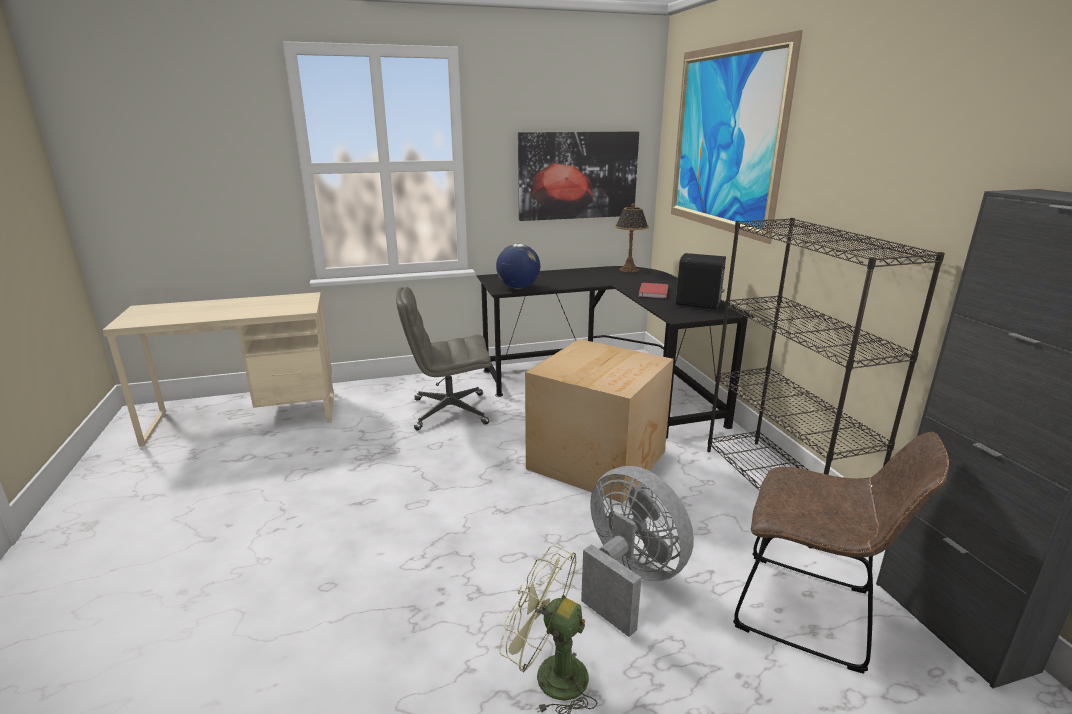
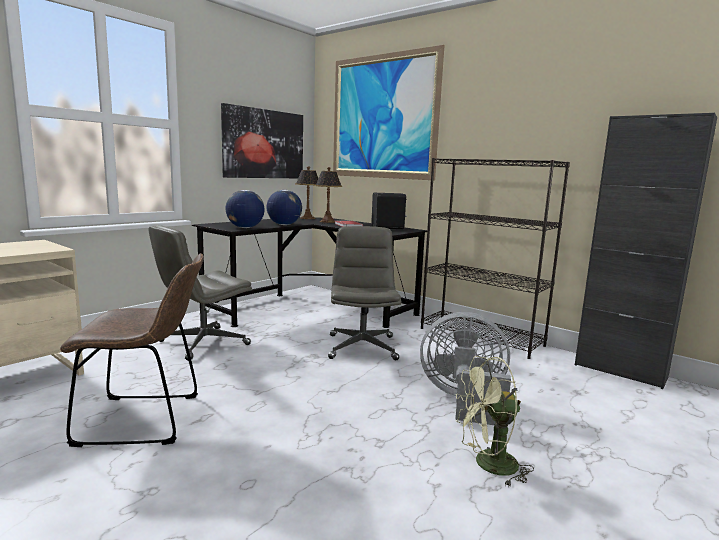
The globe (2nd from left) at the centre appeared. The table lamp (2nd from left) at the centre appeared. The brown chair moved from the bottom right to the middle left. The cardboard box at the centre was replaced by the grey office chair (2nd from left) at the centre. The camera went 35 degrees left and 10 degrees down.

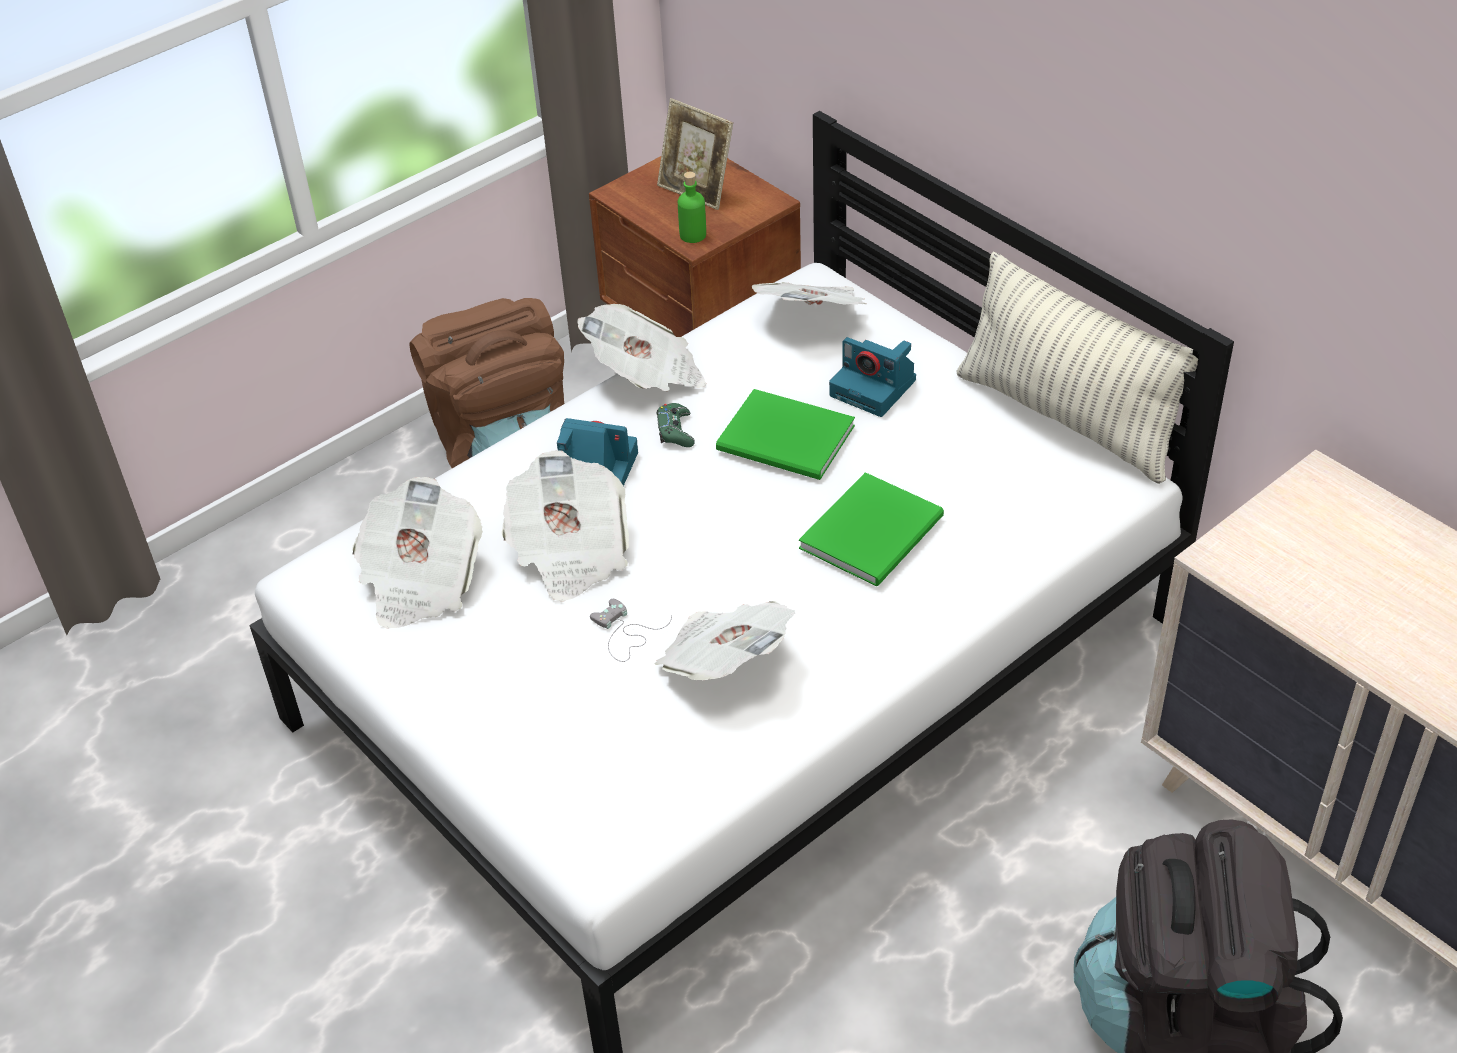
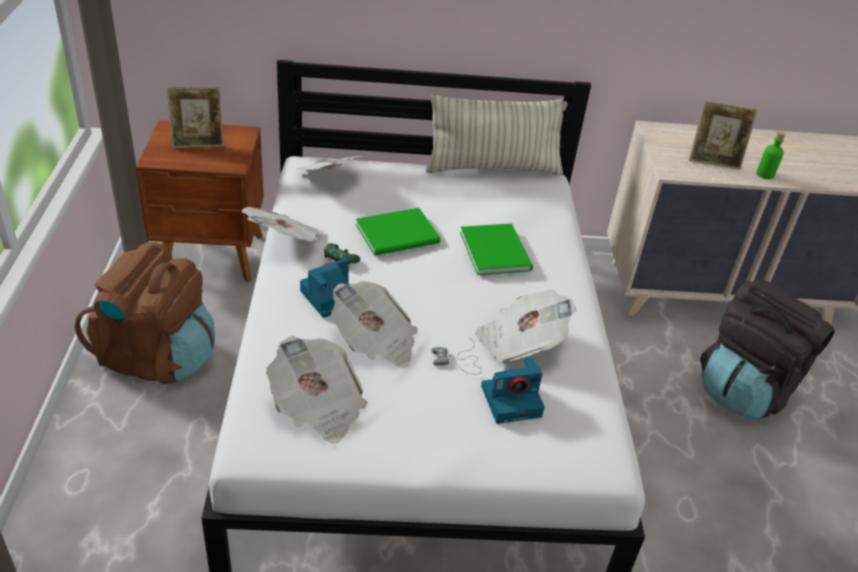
The picture frame (2nd from left) at the top right appeared. The green bottle moved from the top centre to the top right. The photo camera (2nd from left) moved from the centre to the bottom centre. The camera went 55 degrees left and 5 degrees down.

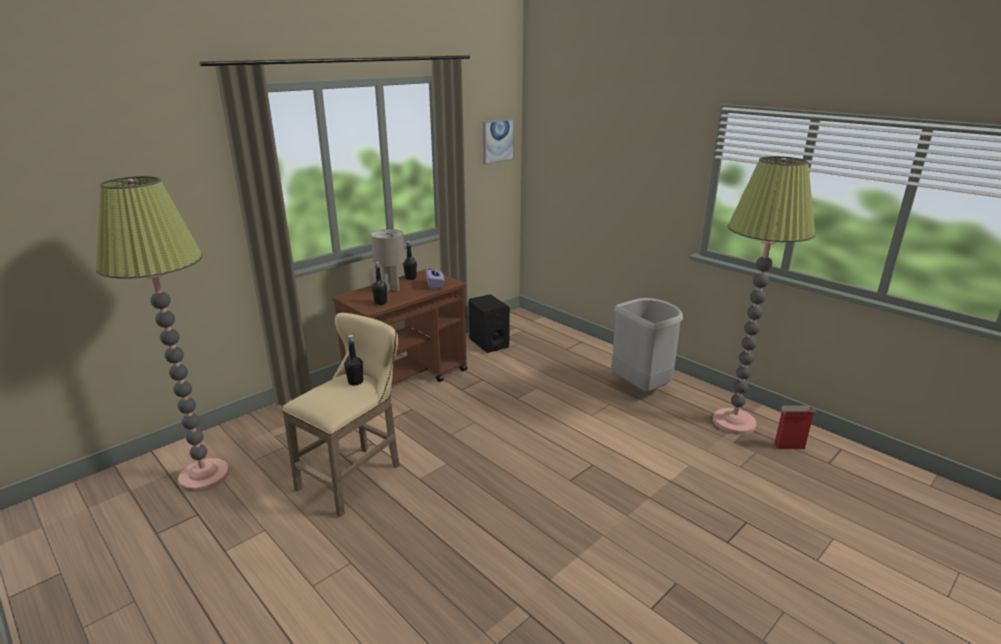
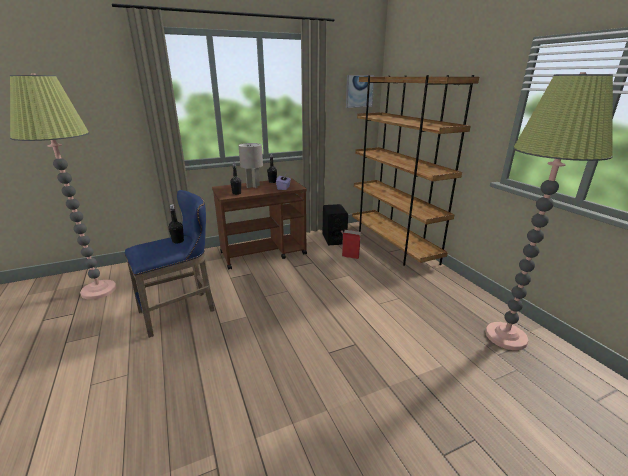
The grey trash can at the centre disappeared. The brown bookcase at the centre appeared. The cardboard box moved from the middle right to the centre. The beige stool at the centre became the blue stool at the middle left. The camera went 20 degrees right and 0 degrees up.

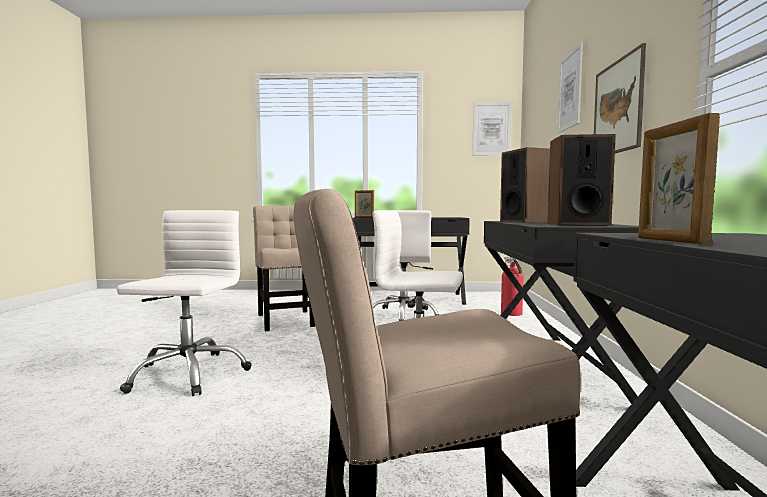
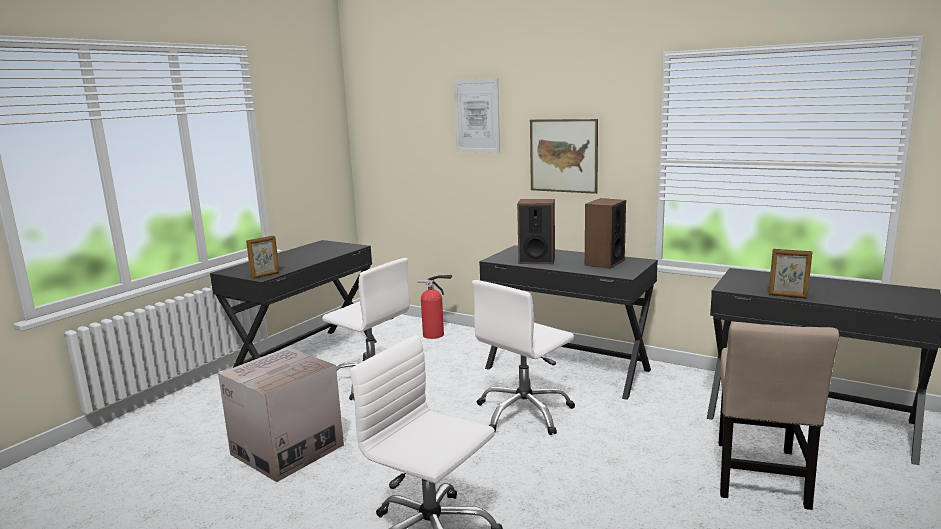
The picture (1st from left) at the top centre disappeared. The beige chair (1st from left) at the centre was replaced by the cardboard box at the bottom left. The camera went 60 degrees left and 10 degrees up.

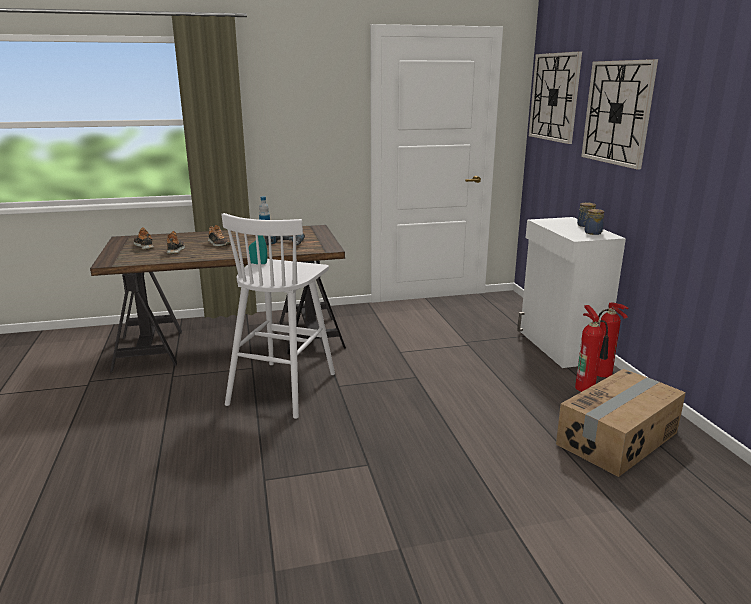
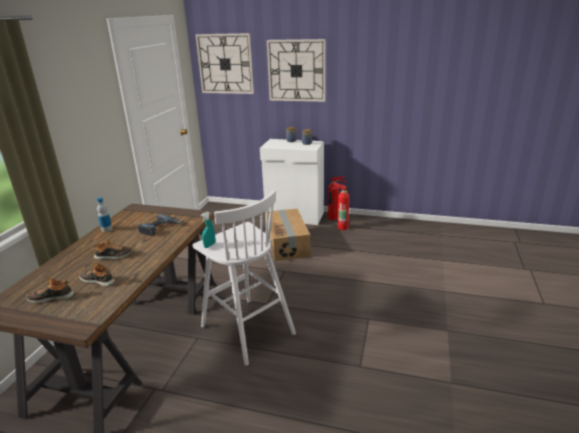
The cardboard box moved from the bottom right to the centre. The camera went 60 degrees left and 5 degrees up.

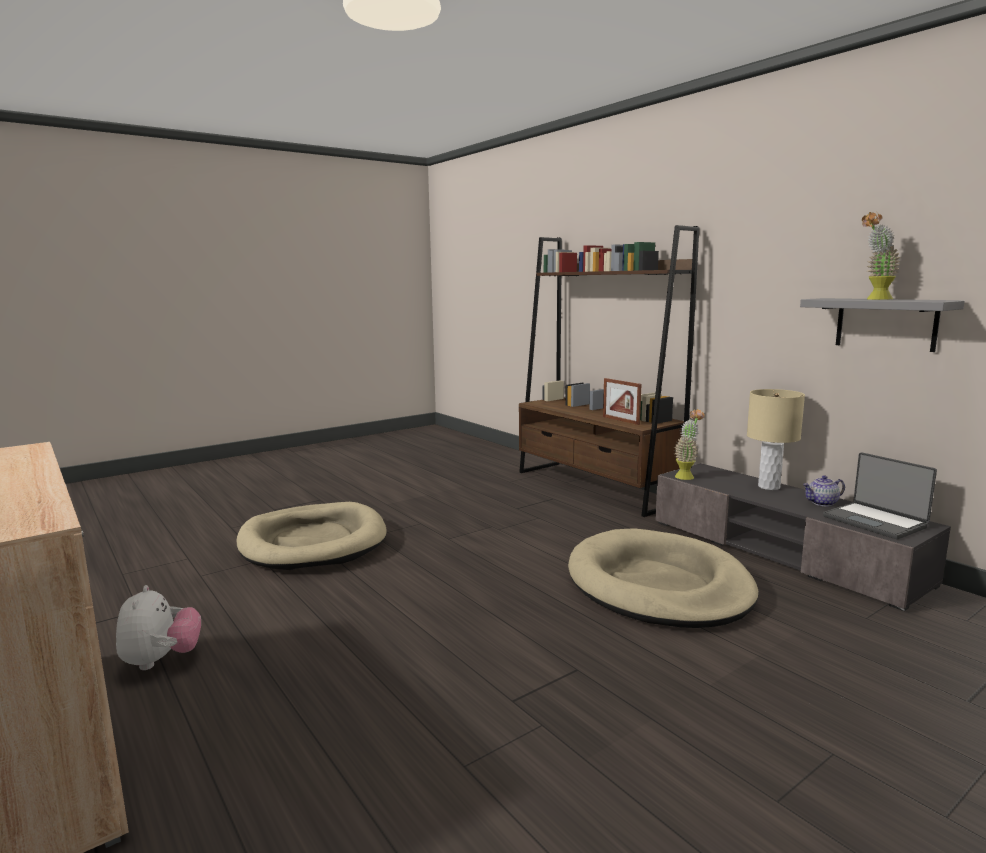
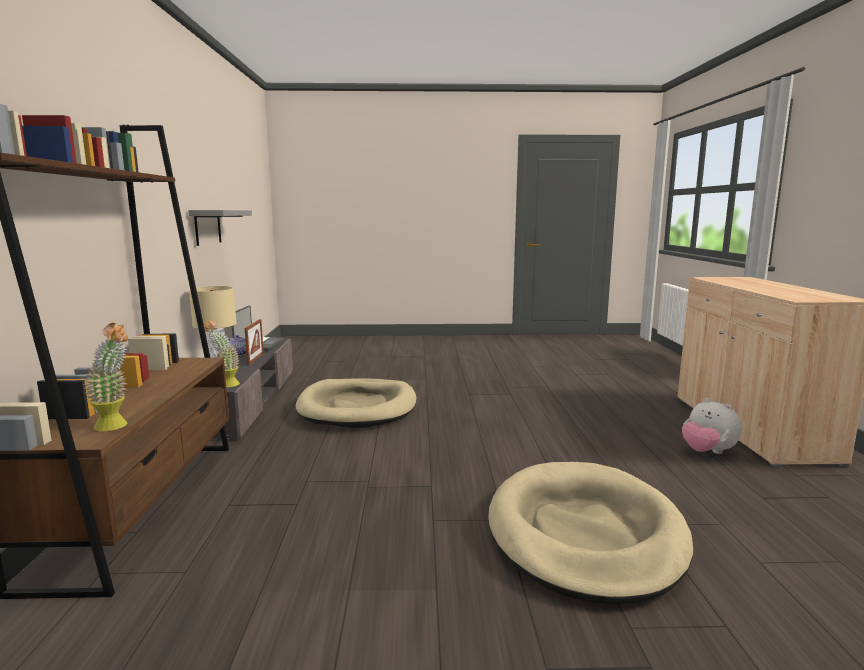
The picture frame moved from the centre to the middle left. The potted plant (2nd from left in the first image) moved from the top right to the middle left. The plush toy at the bottom left turned 60 degrees counterclockwise. The camera went 145 degrees left and 0 degrees up.

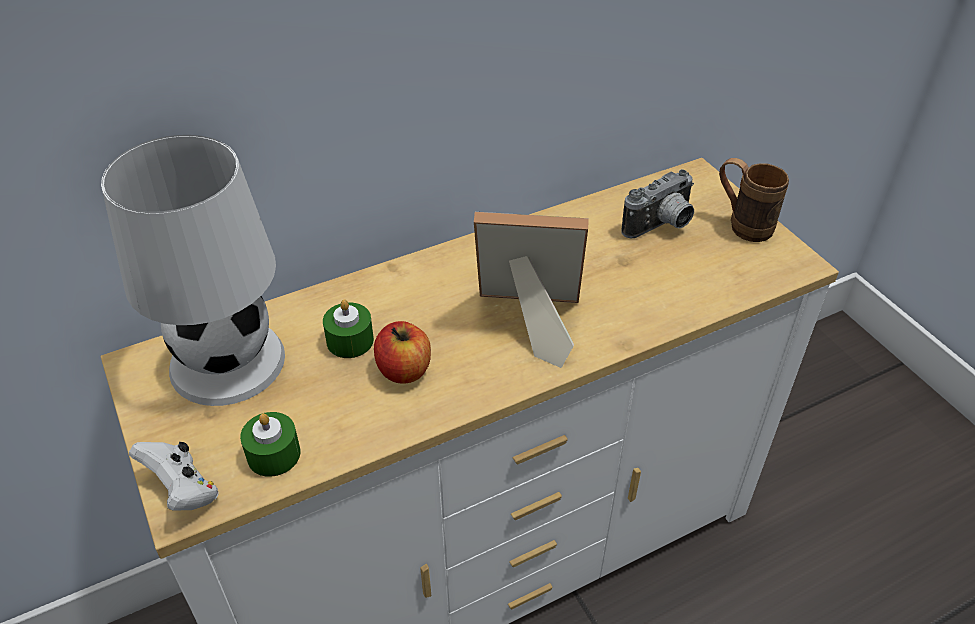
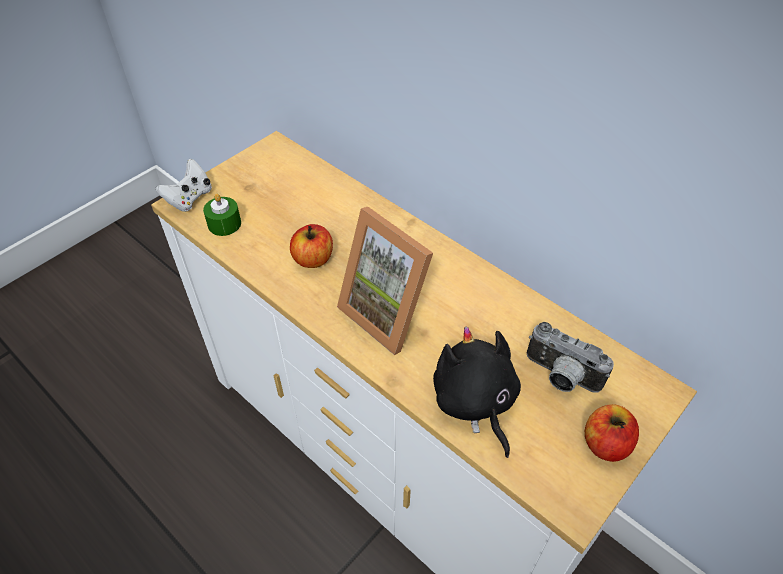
The white table lamp at the middle left disappeared. The green candle (2nd from left) at the centre disappeared. The black plush toy at the bottom centre appeared. The brown mug at the top right was replaced by the apple (2nd from left) at the bottom right. The picture frame at the centre turned 150 degrees clockwise. The camera went 70 degrees right and 5 degrees up.

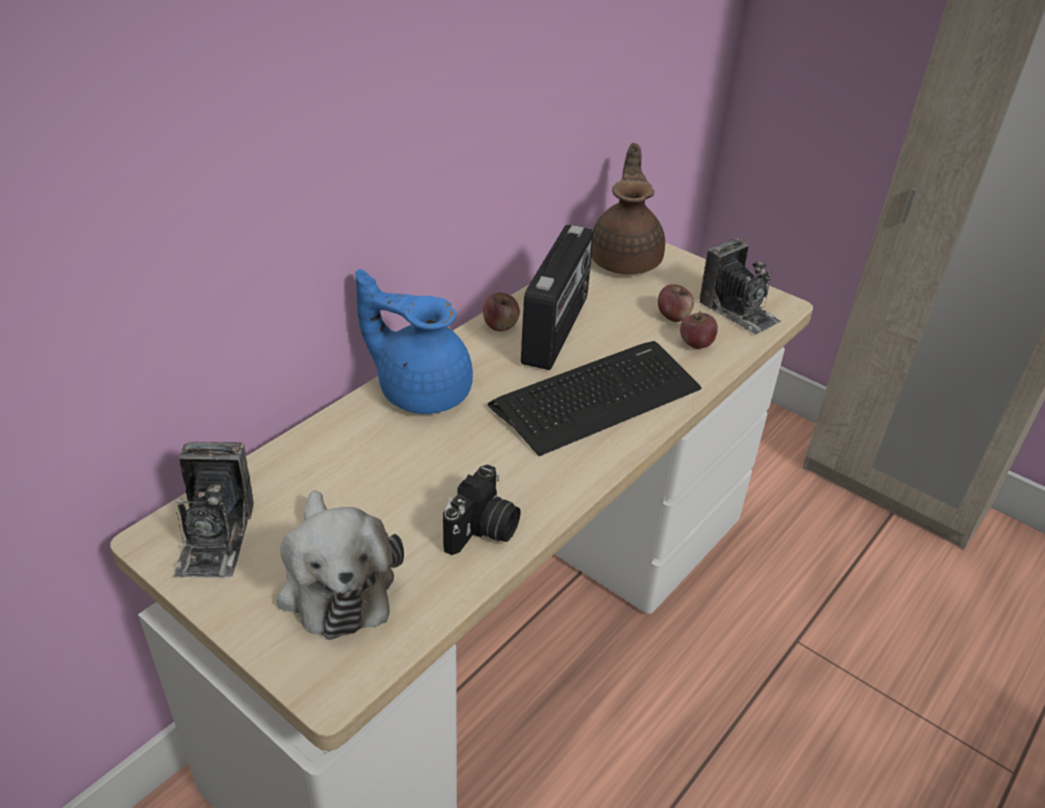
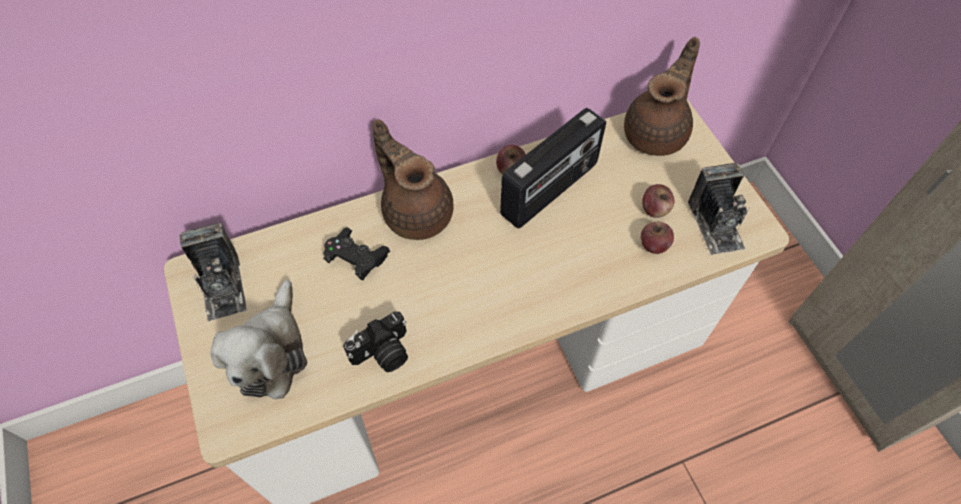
The keyboard at the centre disappeared. The black game controller at the centre appeared. The blue teapot at the centre became the brown teapot (1st from left) at the centre. The photo camera (1st from left) at the middle left turned 45 degrees counterclockwise. The camera went 30 degrees right and 20 degrees up.

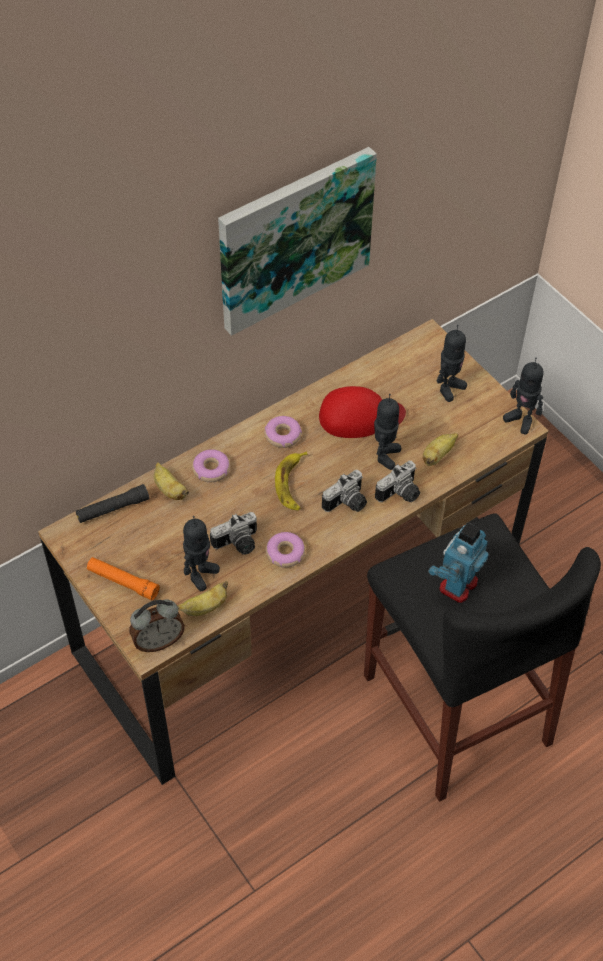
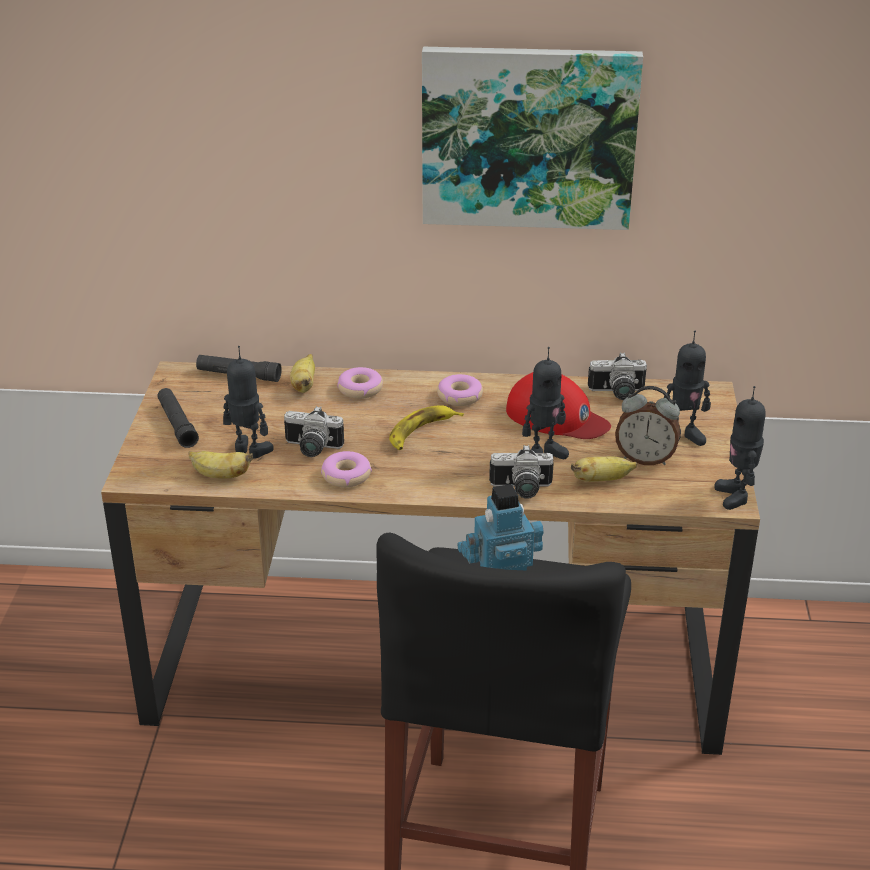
The alarm clock moved from the middle left to the middle right. The photo camera (2nd from left in the first image) moved from the centre to the middle right. The orange flashlight at the middle left became the black flashlight (1st from left) at the middle left. The toy robot (1st from left) at the centre turned 135 degrees counterclockwise. The camera went 40 degrees right and 20 degrees down.

